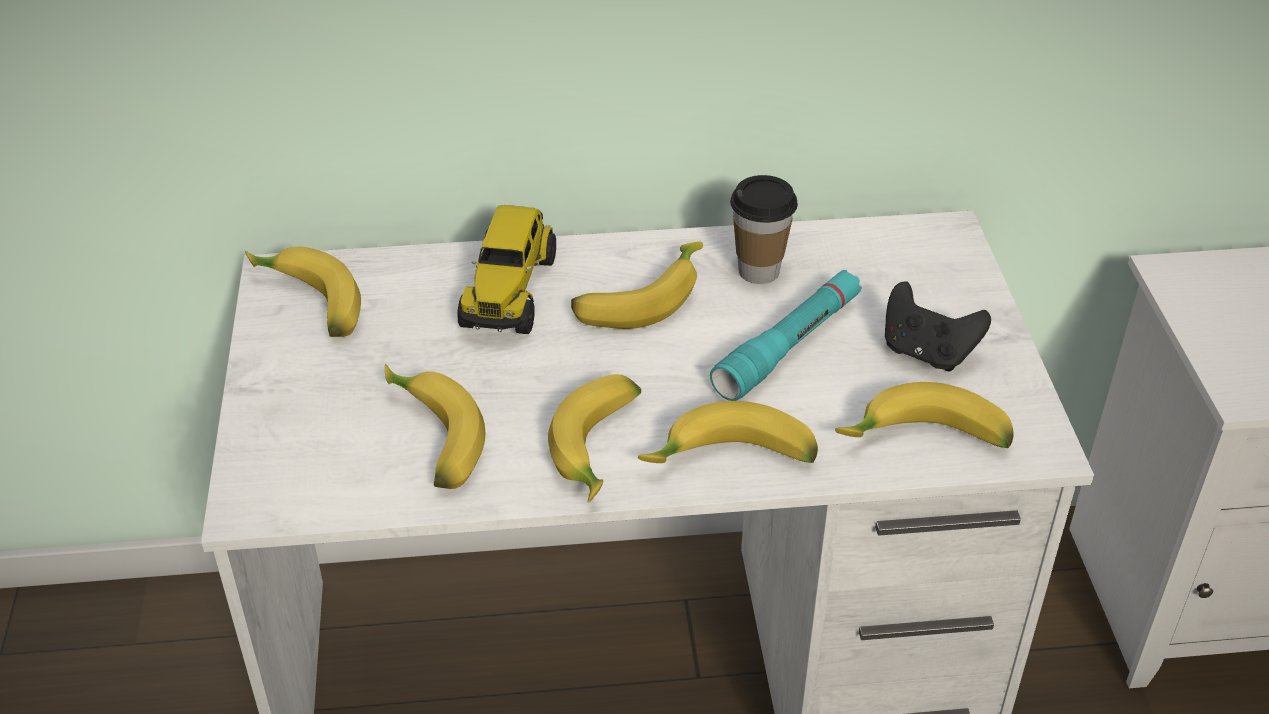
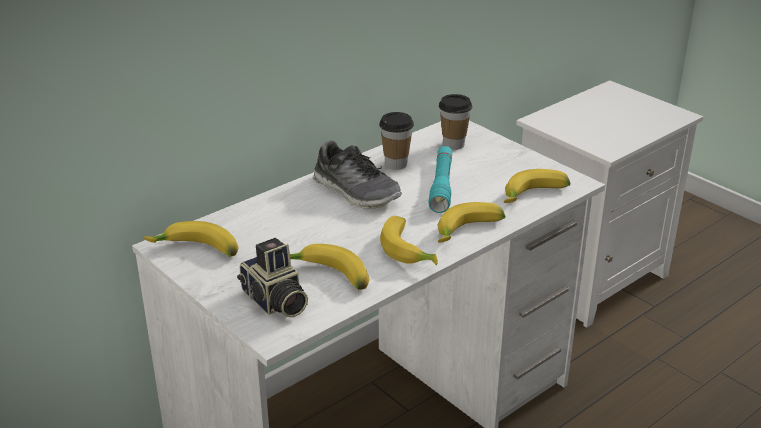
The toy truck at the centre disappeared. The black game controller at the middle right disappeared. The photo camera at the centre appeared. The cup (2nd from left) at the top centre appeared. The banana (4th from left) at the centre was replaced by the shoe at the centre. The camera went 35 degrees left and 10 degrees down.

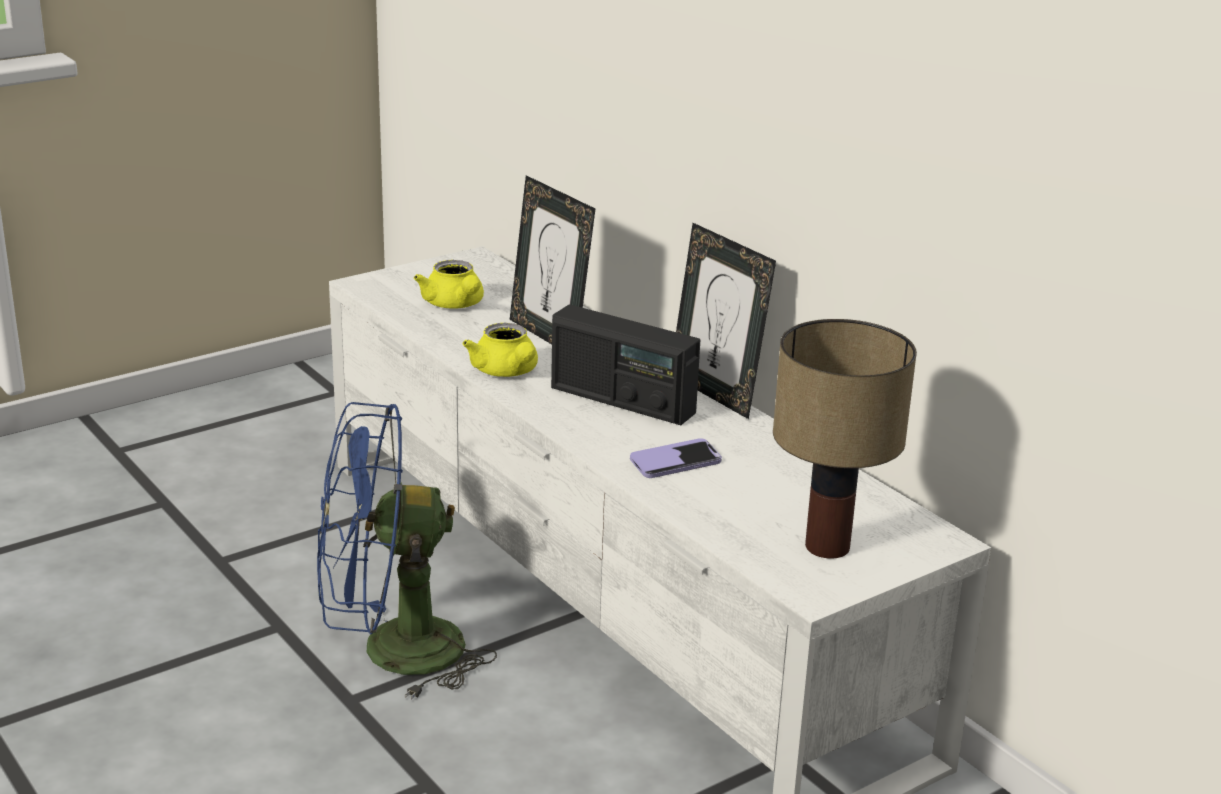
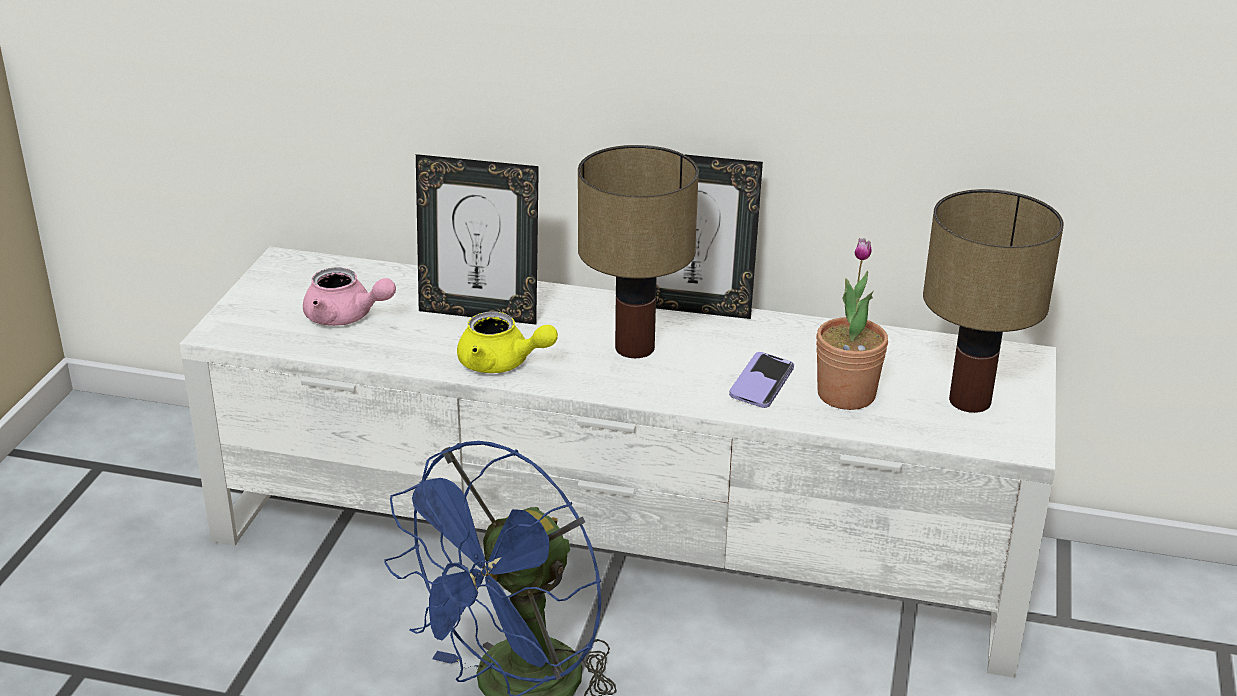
The potted plant at the middle right appeared. The radio at the centre was replaced by the table lamp (1st from left) at the centre. The yellow teapot (1st from left) at the centre became the pink teapot at the middle left. The camera went 40 degrees left and 5 degrees up.

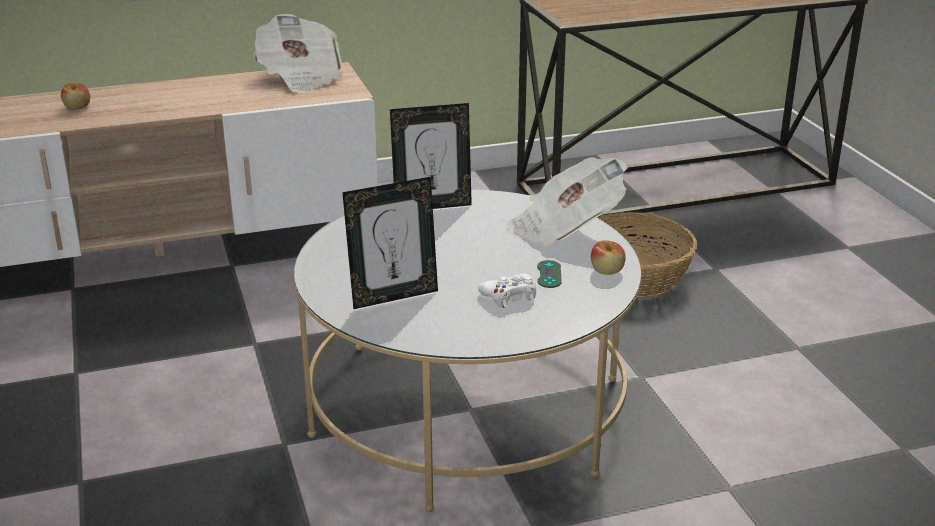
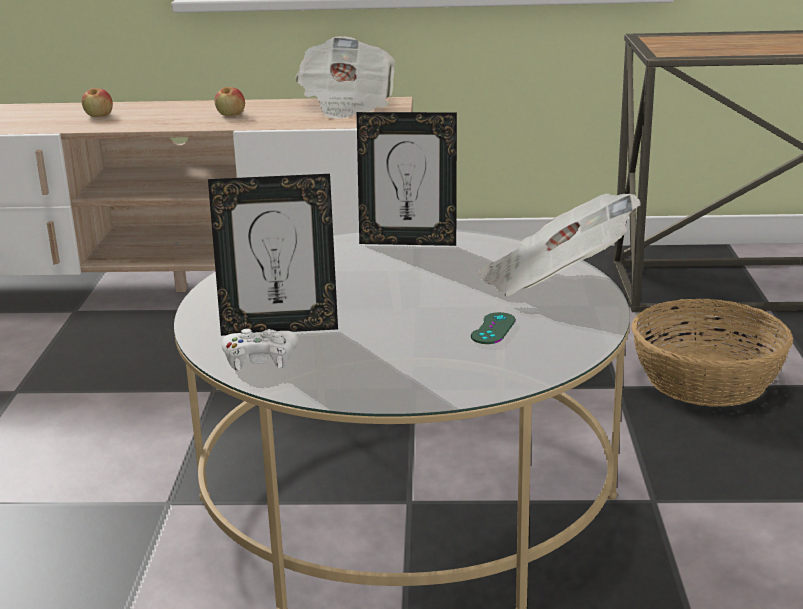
The white game controller moved from the centre to the middle left. The apple (2nd from left) moved from the centre to the top left. The camera went 20 degrees right and 5 degrees down.

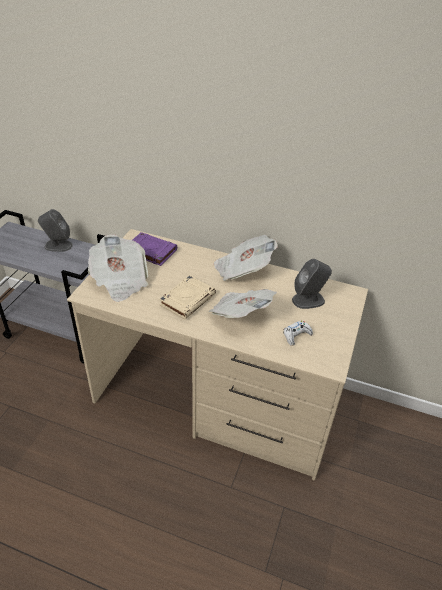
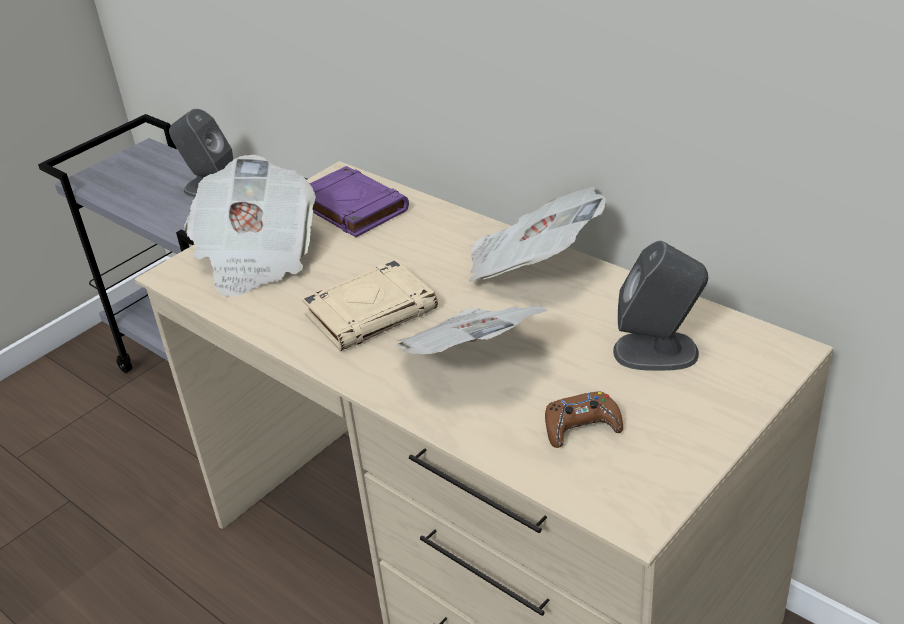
The white game controller at the middle right became the brown game controller at the bottom centre. The camera went 25 degrees right and 5 degrees down.

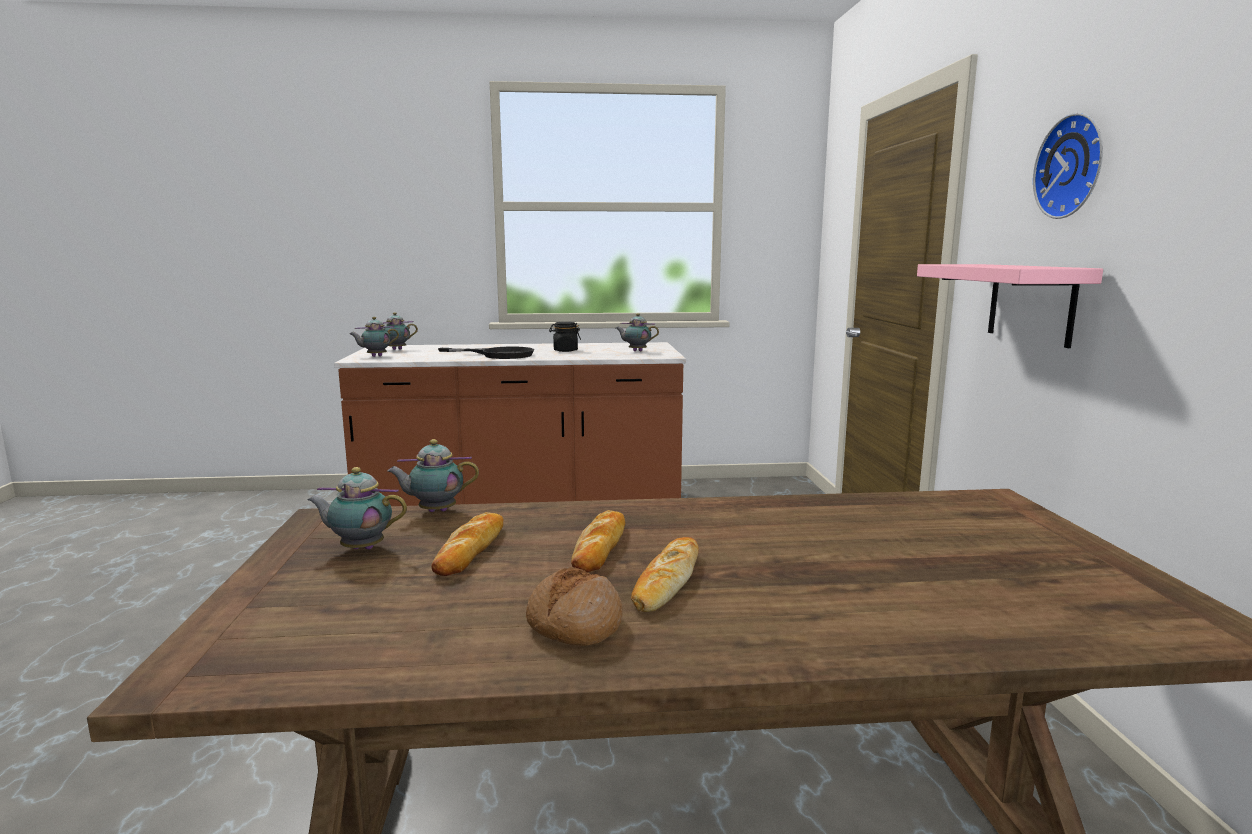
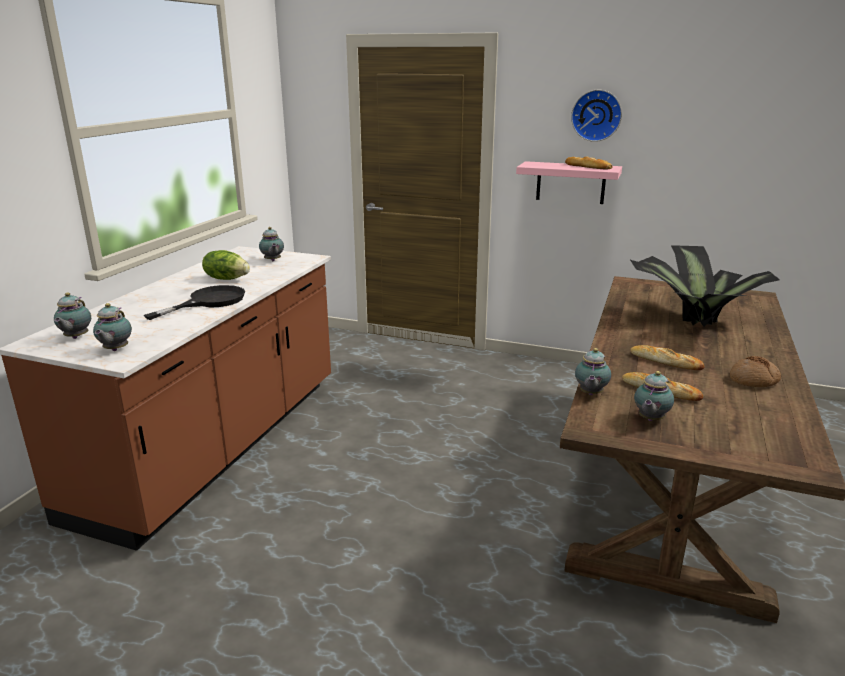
The potted plant at the middle right appeared. The bread (4th from left in the first image) moved from the bottom centre to the top right. The black jar at the centre was replaced by the lettuce at the middle left. The teapot (5th from left in the first image) at the centre turned 60 degrees counterclockwise. The camera went 65 degrees left and 10 degrees up.

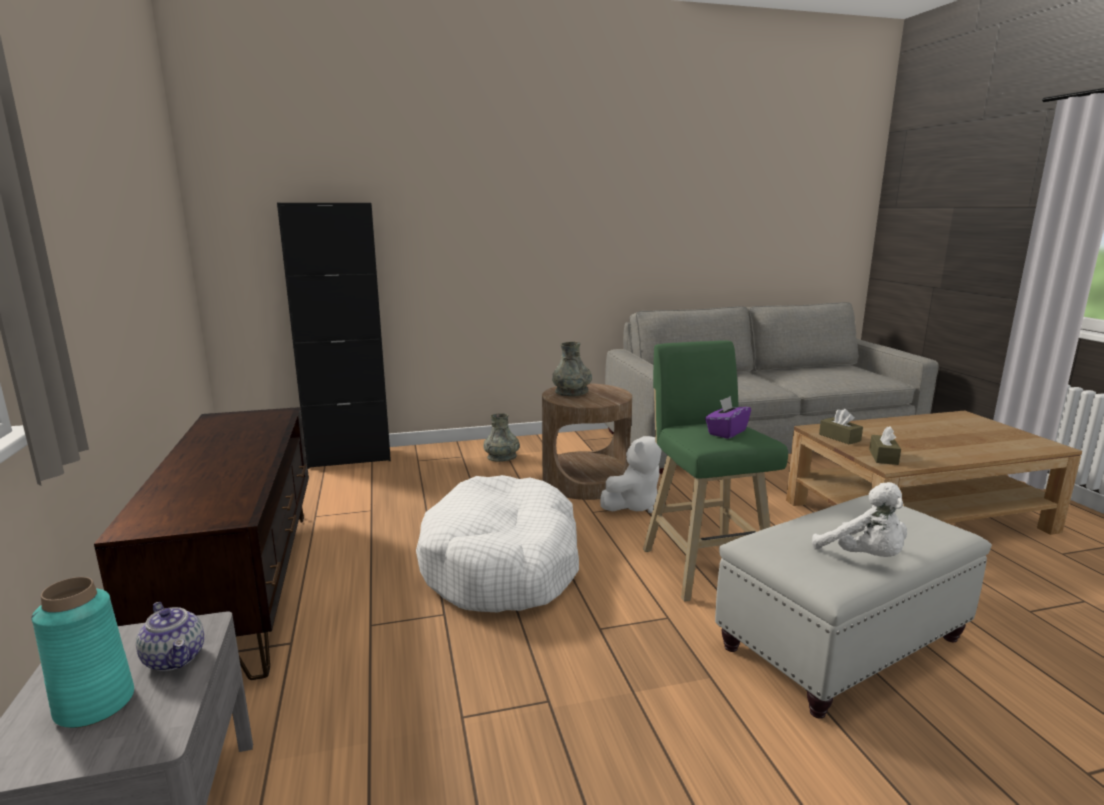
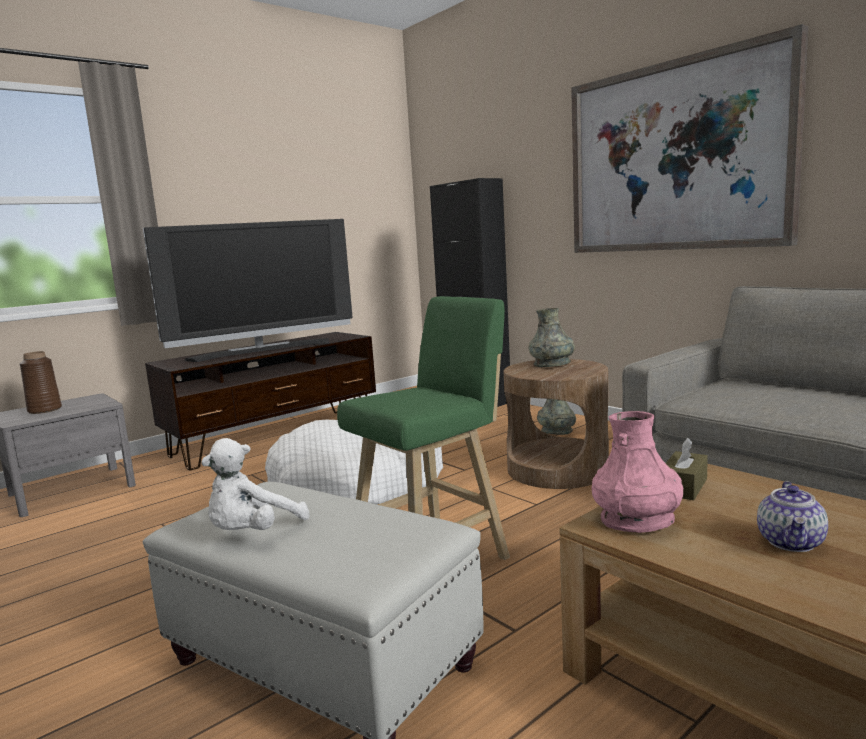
The white plush toy (1st from left) at the centre disappeared. The purple tissue box at the centre disappeared. The television at the middle left appeared. The picture at the top right appeared. The teapot moved from the bottom left to the bottom right. The brown tissue box (2nd from left) at the middle right was replaced by the pink vase at the middle right. The turquoise vase at the bottom left became the brown vase at the middle left. The camera went 65 degrees right and 5 degrees down.

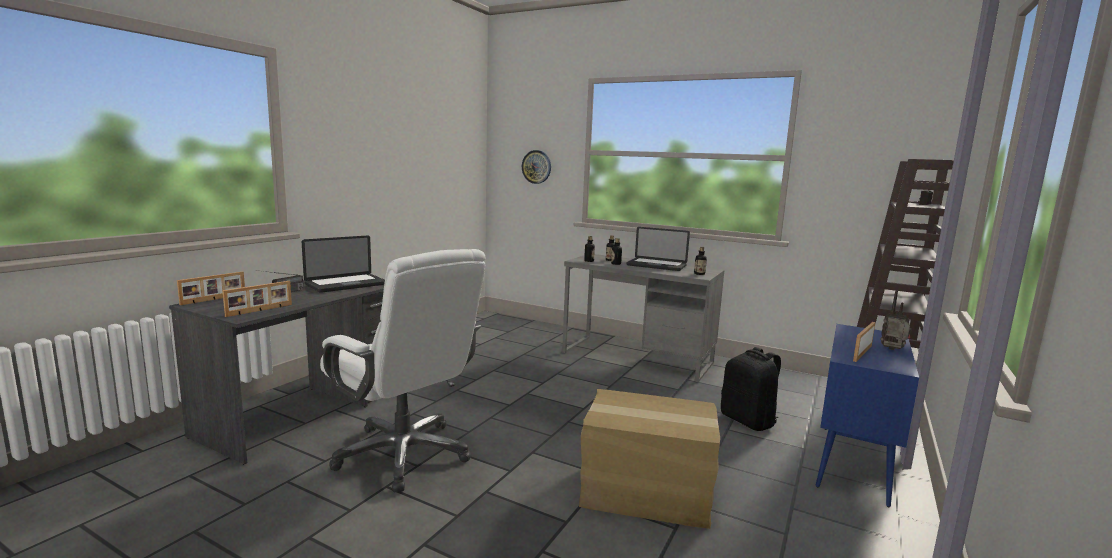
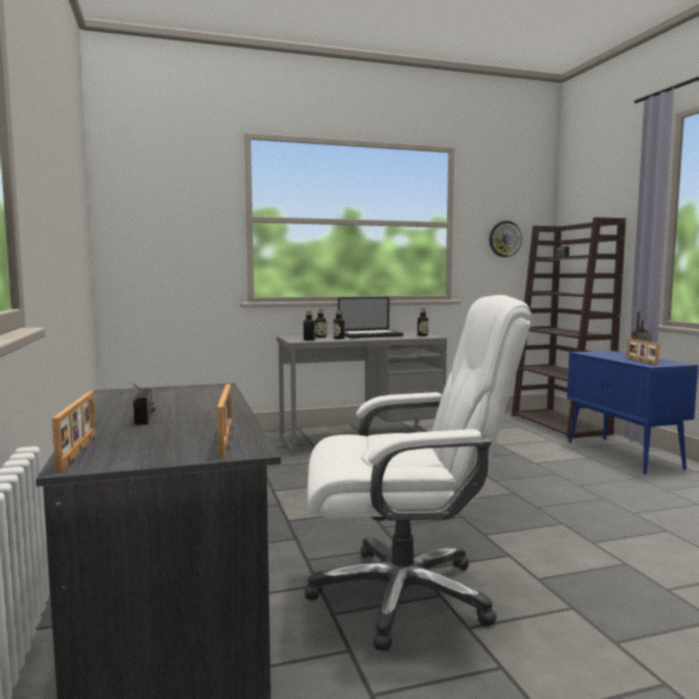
The laptop (1st from left) at the middle left disappeared. The cardboard box at the bottom centre disappeared. The black backpack at the bottom right disappeared. The wall clock moved from the top centre to the middle right. The camera went 45 degrees left and 5 degrees down.

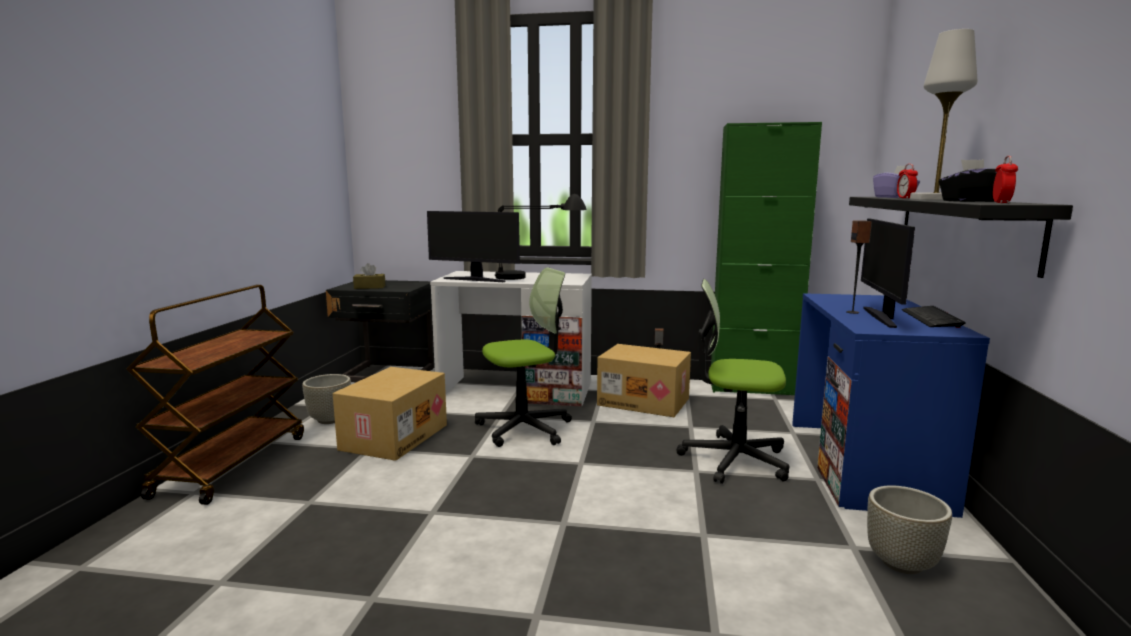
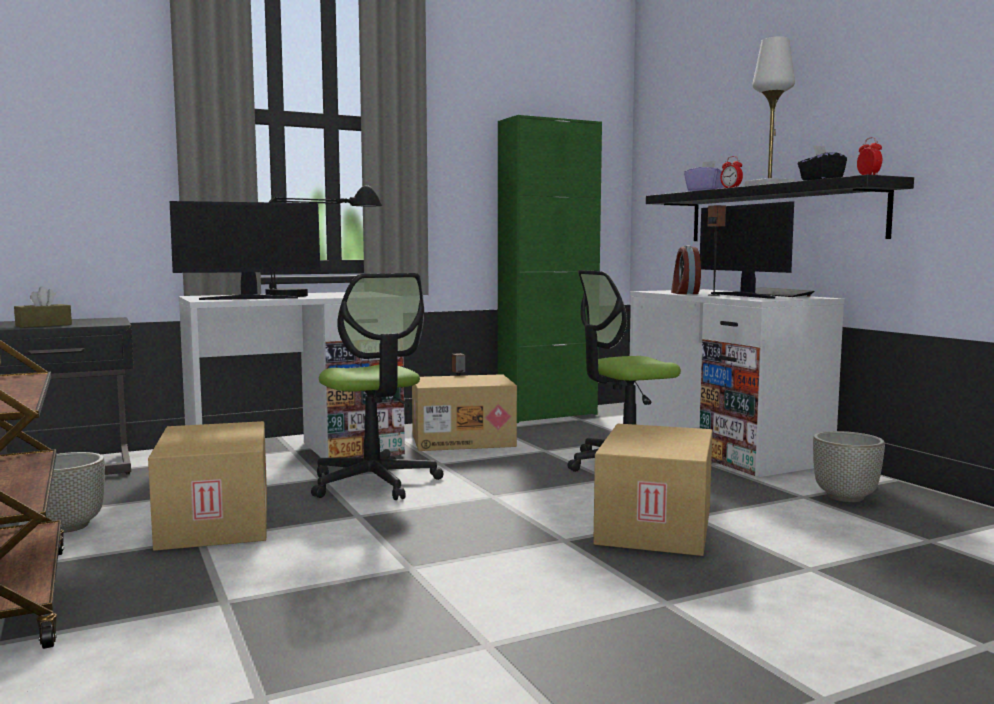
The cardboard box (3rd from left) at the bottom centre appeared. The alarm clock (1st from left) at the middle right appeared. The blue desk at the middle right became the white desk (2nd from left) at the middle right. The office chair (1st from left) at the centre turned 120 degrees clockwise. The camera went 35 degrees left and 5 degrees down.

